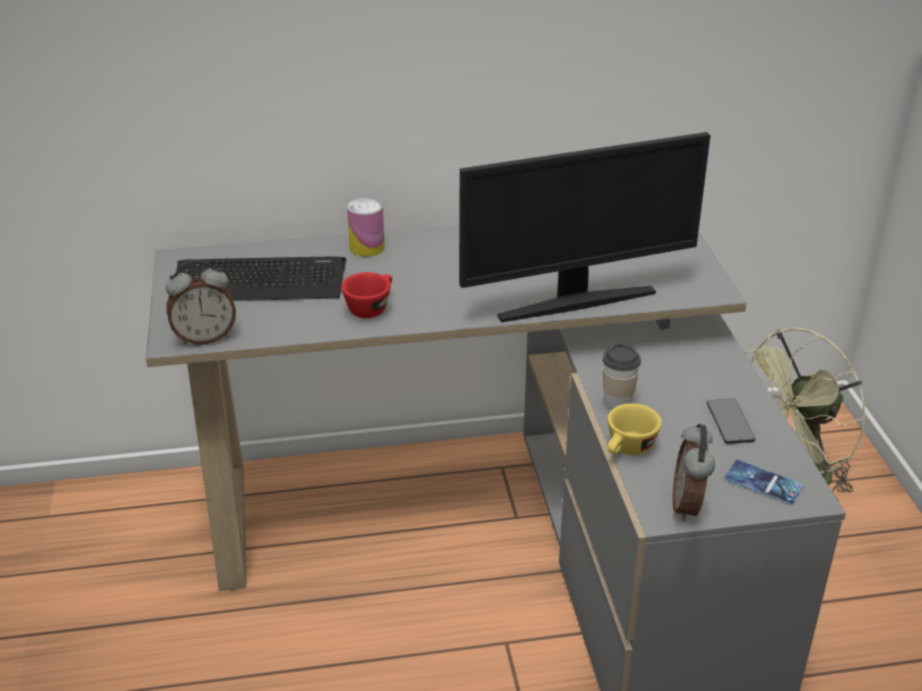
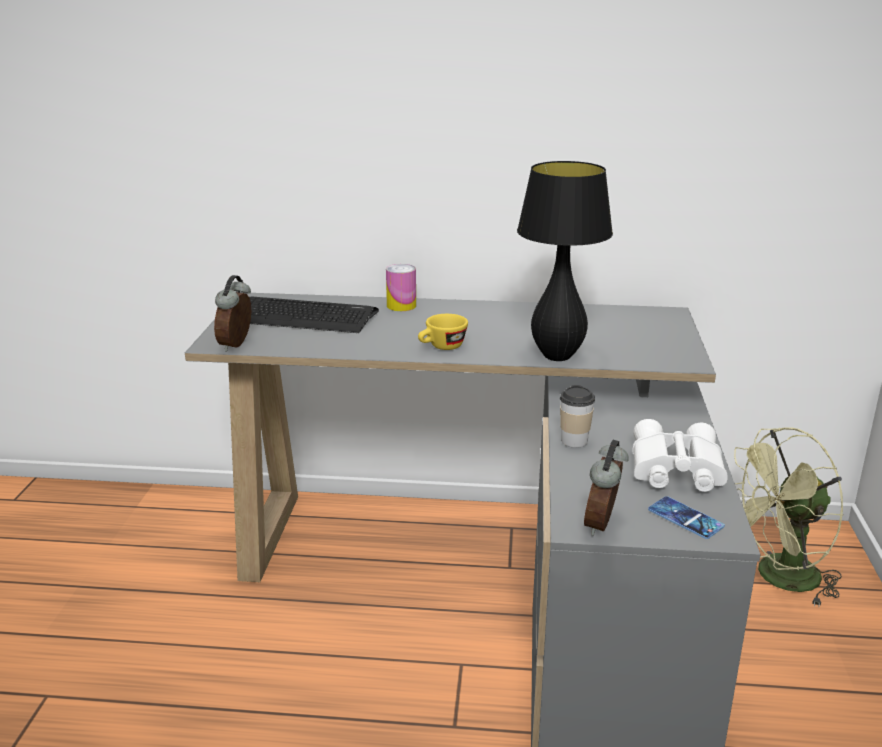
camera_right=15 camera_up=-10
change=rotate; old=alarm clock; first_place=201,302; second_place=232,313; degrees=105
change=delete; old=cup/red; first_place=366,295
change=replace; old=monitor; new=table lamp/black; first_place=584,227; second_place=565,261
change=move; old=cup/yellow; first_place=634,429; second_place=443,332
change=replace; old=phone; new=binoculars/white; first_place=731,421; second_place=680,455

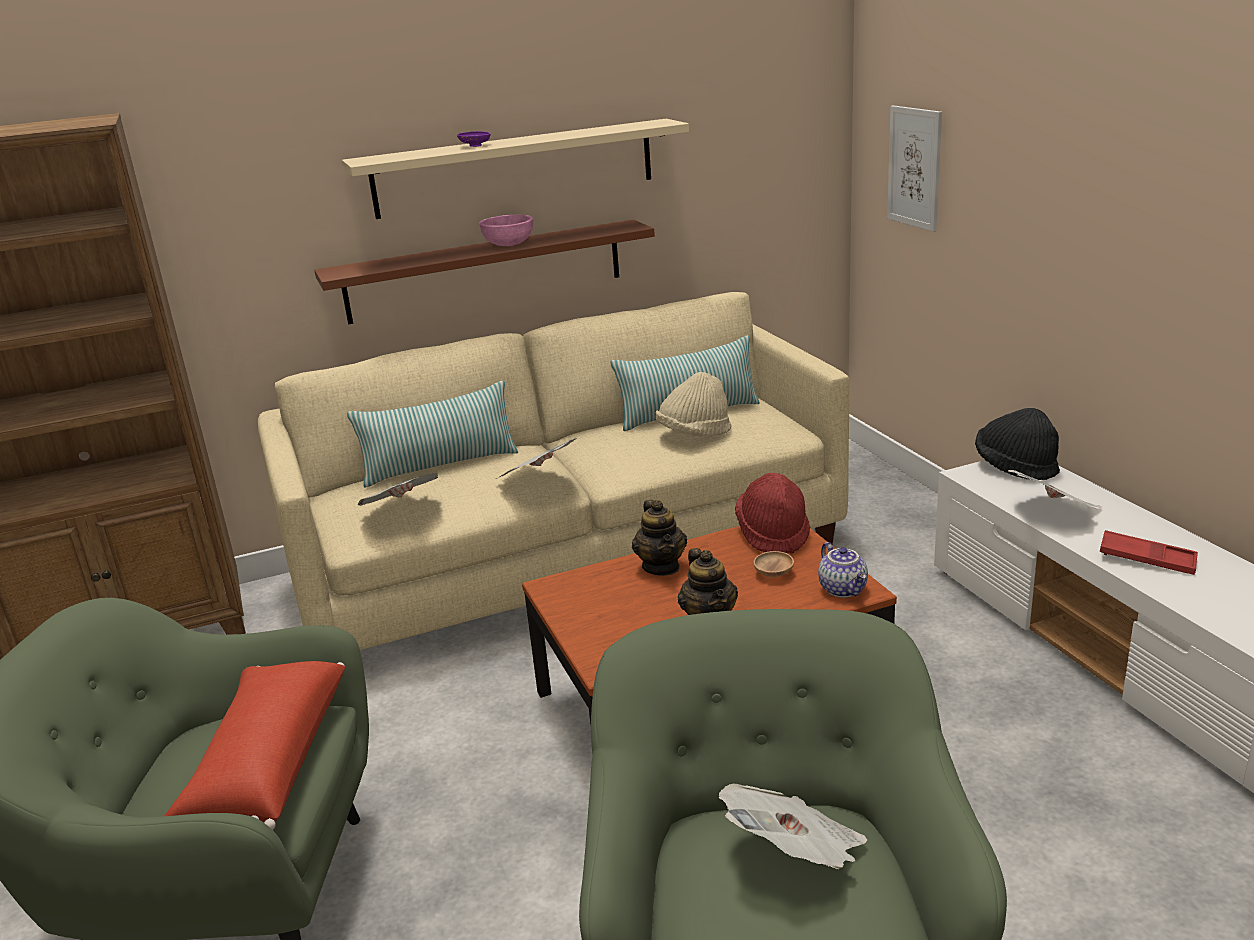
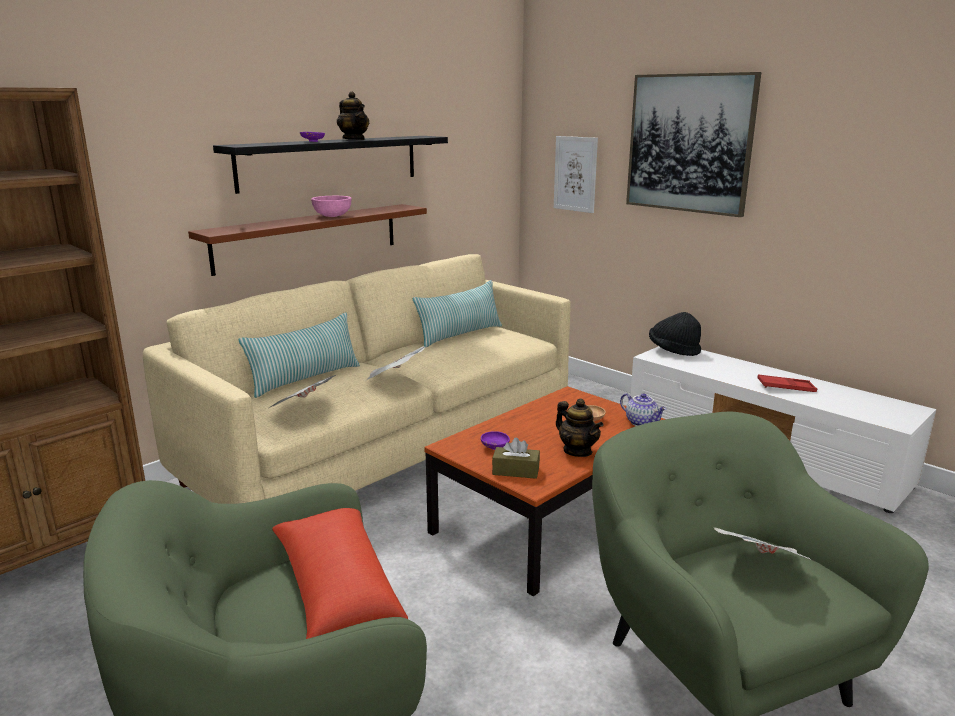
camera_right=-25 camera_up=-5
change=recolor; old=shelf/beige; new=shelf/black; first_place=515,169; second_place=330,165
change=move; old=teapot; first_place=659,538; second_place=353,115
change=delete; old=hat/beige; first_place=693,404
change=delete; old=hat/red; first_place=772,513
change=delete; old=newspaper; first_place=1055,489
change=insert; new=bowl/purple; second_place=495,440
change=insert; new=tissue box/brown; second_place=516,458
change=insert; new=picture; second_place=693,144

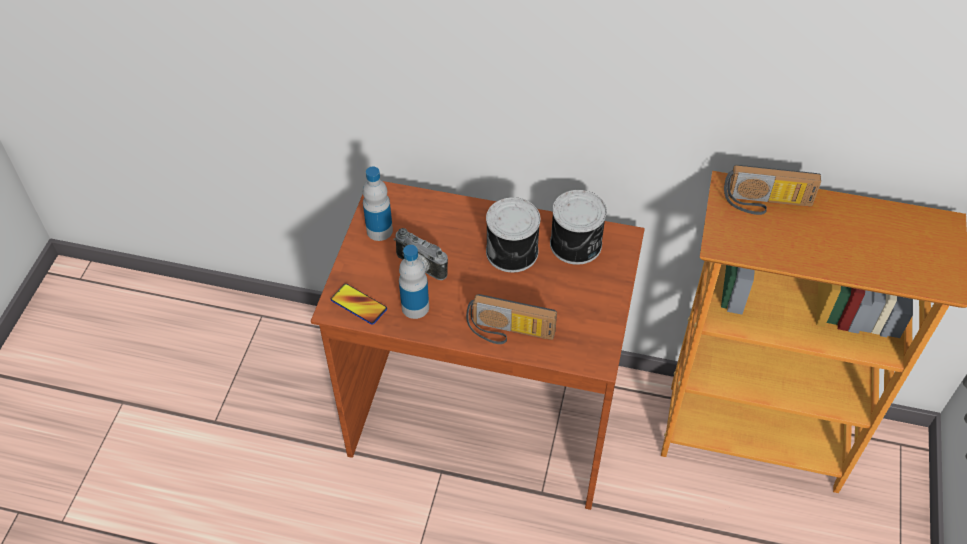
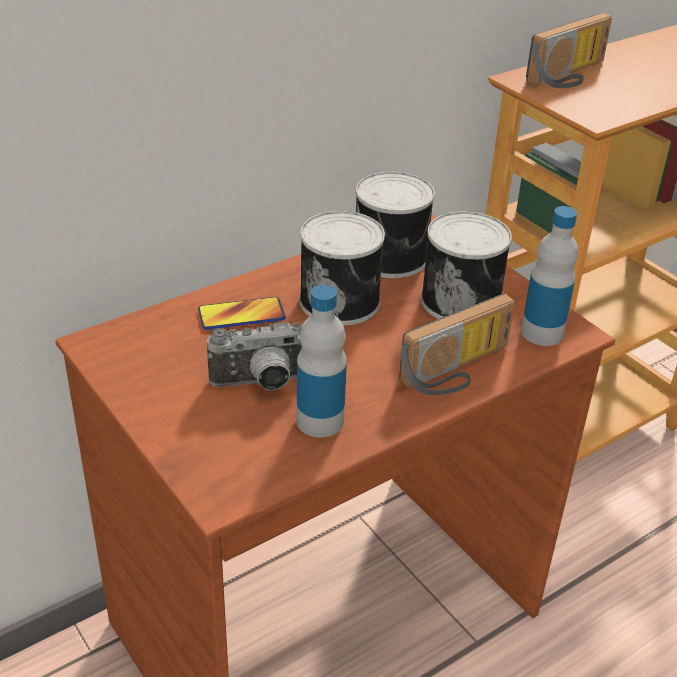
camera_right=-50 camera_up=-15
change=move; old=phone; first_place=359,304; second_place=242,313
change=move; old=bottle; first_place=378,204; second_place=549,276
change=insert; new=can; second_place=466,265

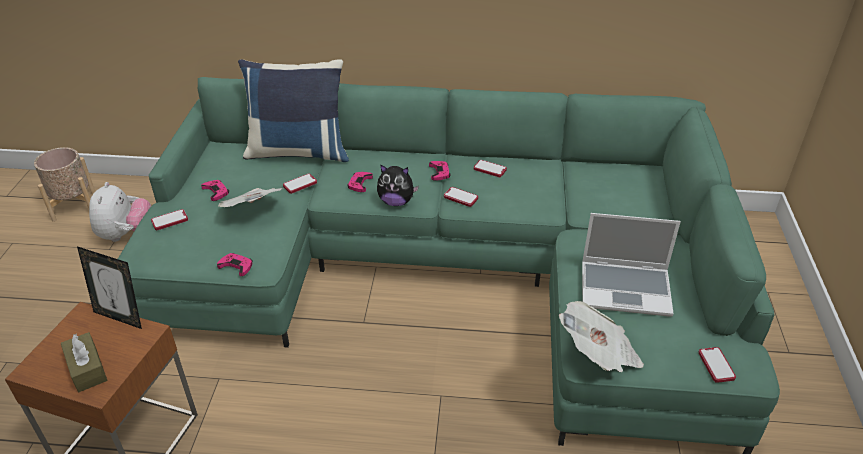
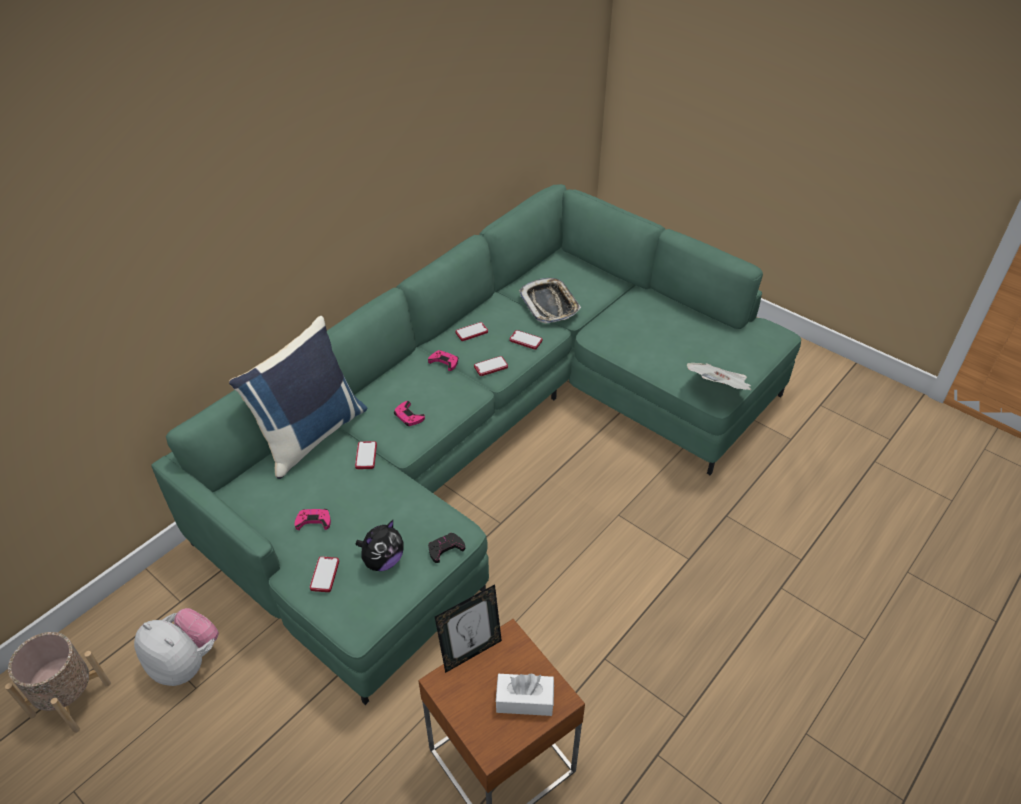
camera_right=-55 camera_up=5
change=recolor; old=tissue box/brown; new=tissue box/white; first_place=84,362; second_place=525,694
change=recolor; old=game controller/pink; new=game controller/black; first_place=235,264; second_place=446,548
change=delete; old=newspaper; first_place=250,197
change=move; old=plush toy; first_place=398,185; second_place=379,545
change=delete; old=laptop; first_place=631,264
change=move; old=phone; first_place=717,365; second_place=525,339
change=insert; new=tray; second_place=550,300

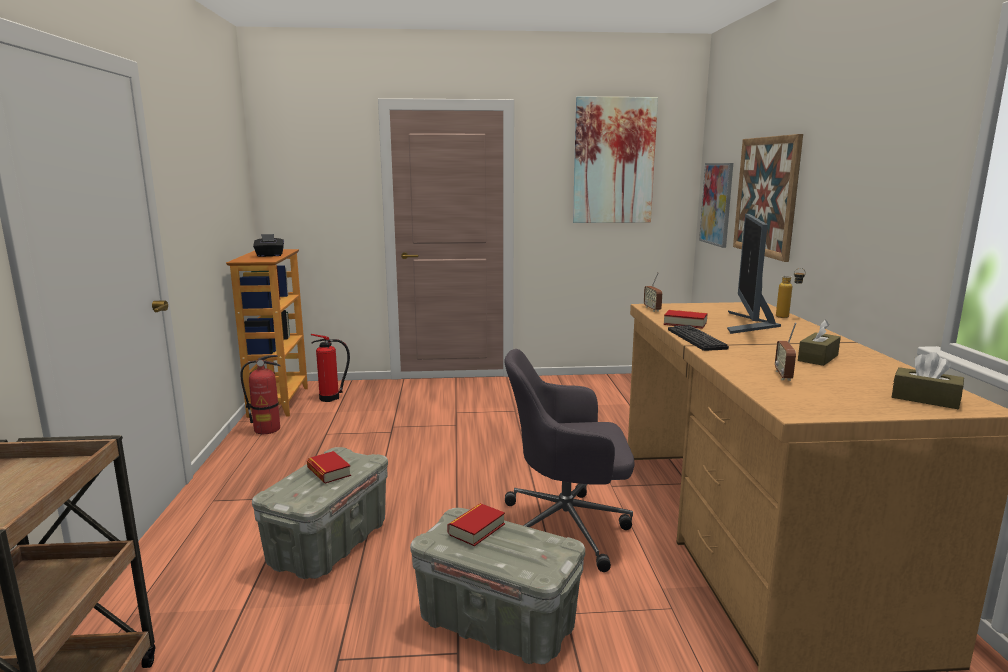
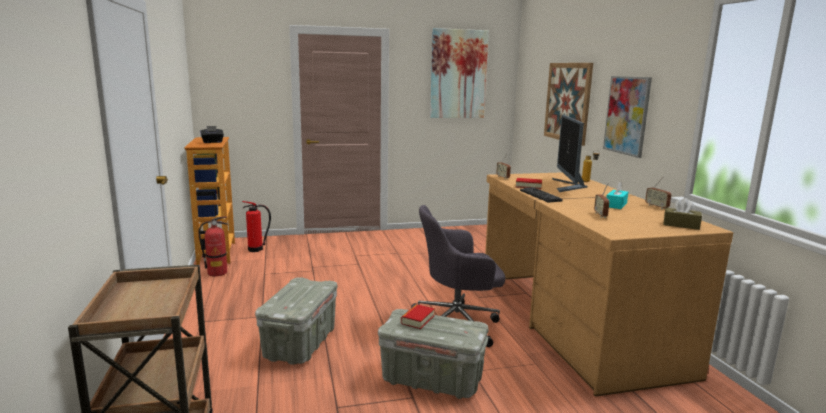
camera_right=-10 camera_up=0
change=delete; old=book; first_place=329,467
change=move; old=picture; first_place=716,205; second_place=627,117
change=recolor; old=tissue box/brown; new=tissue box/turquoise; first_place=819,343; second_place=617,195
change=insert; new=radio; second_place=658,193

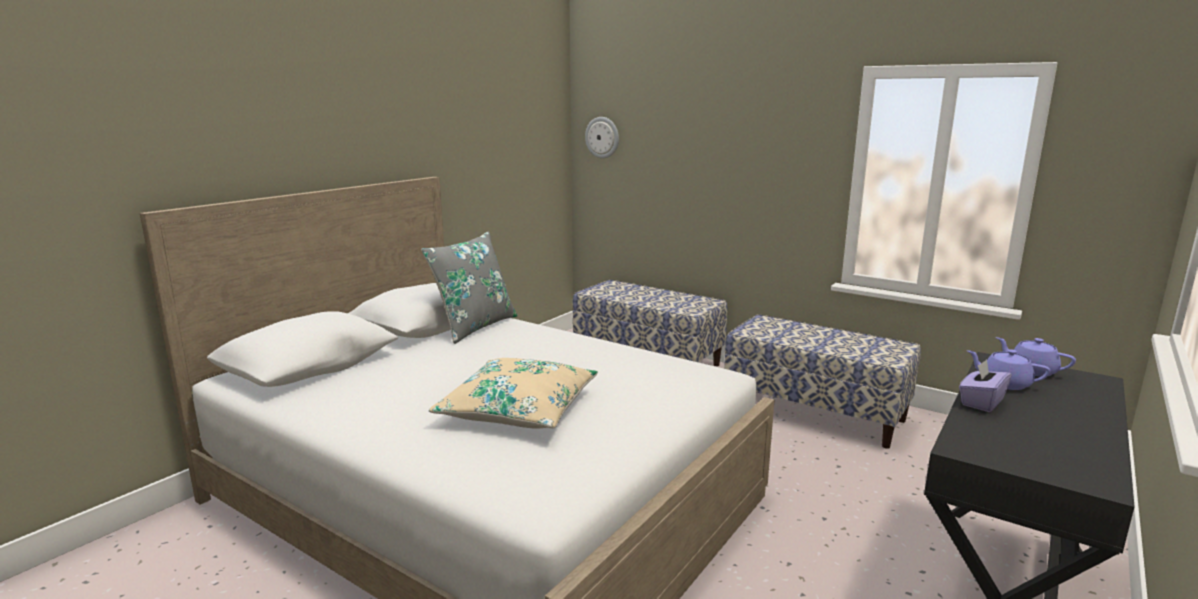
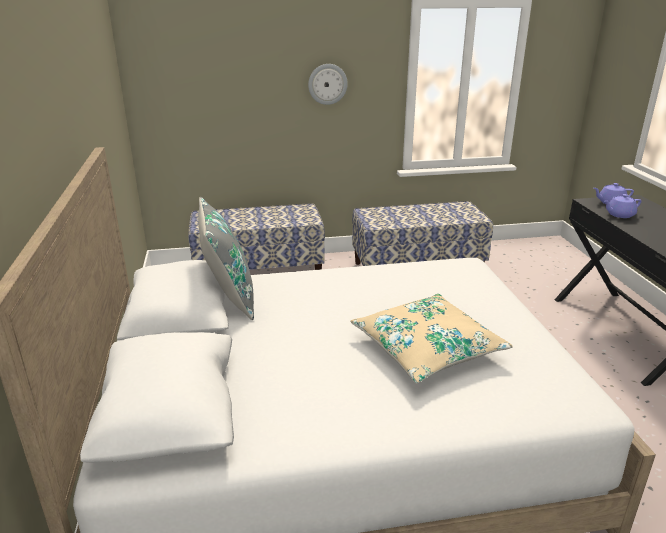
camera_right=-45 camera_up=10
change=move; old=wall clock; first_place=602,138; second_place=328,84
change=delete; old=tissue box/purple; first_place=985,385

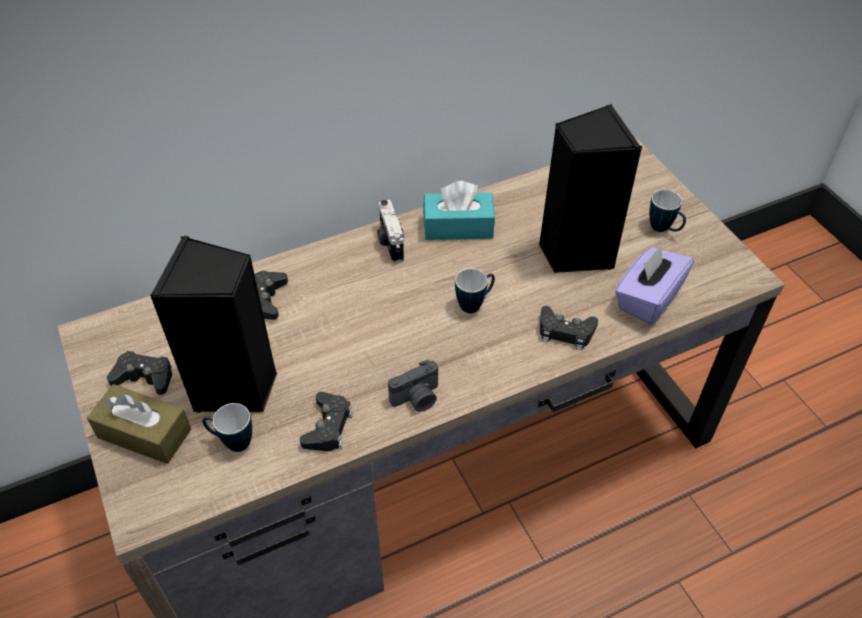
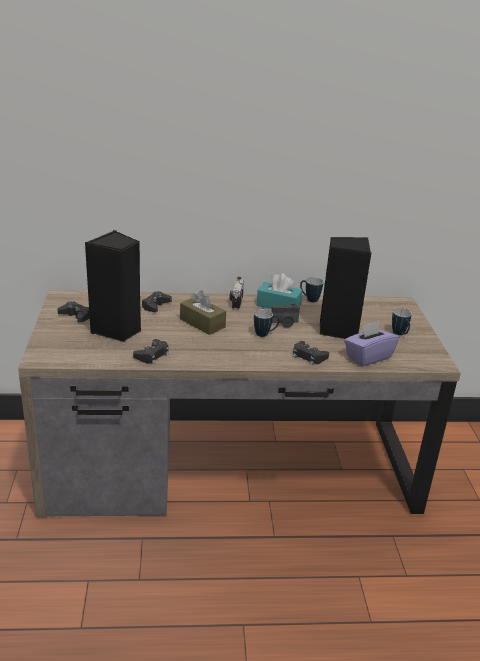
camera_right=20 camera_up=-20
change=move; old=tissue box/brown; first_place=139,424; second_place=203,313
change=move; old=mug; first_place=227,427; second_place=311,289
change=move; old=photo camera; first_place=413,386; second_place=285,315

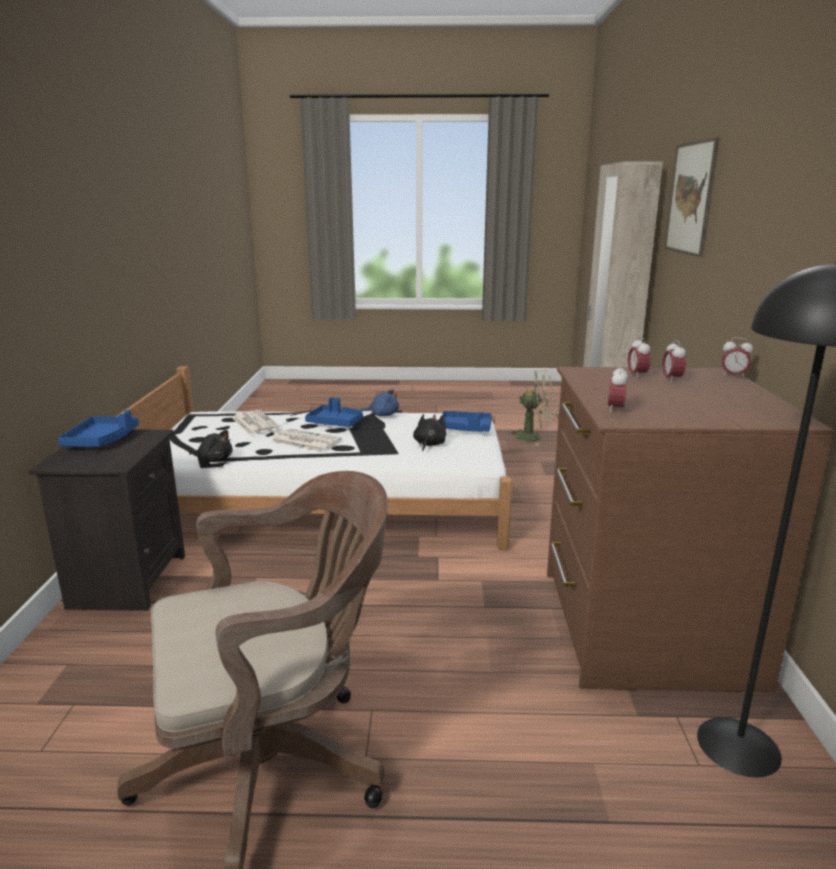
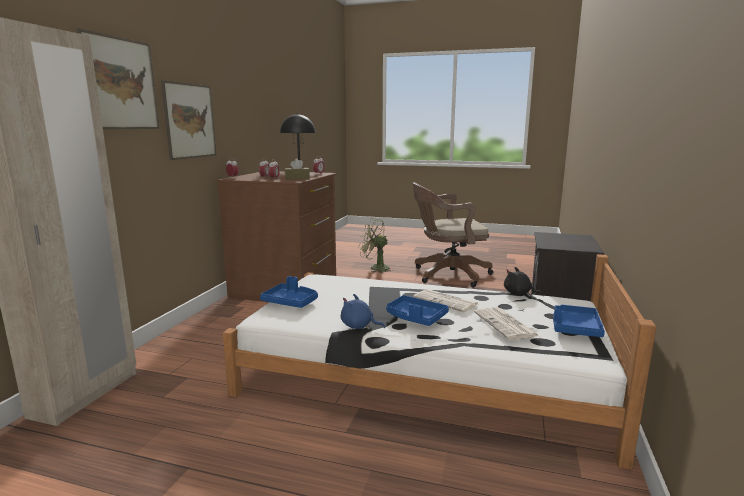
camera_right=-165 camera_up=-5
change=move; old=tray/blue; first_place=98,428; second_place=579,321
change=delete; old=plush toy/black; first_place=429,432
change=move; old=fan/green; first_place=532,407; second_place=375,245
change=insert; new=picture; second_place=189,120
change=insert; new=tissue box/brown; second_place=297,169

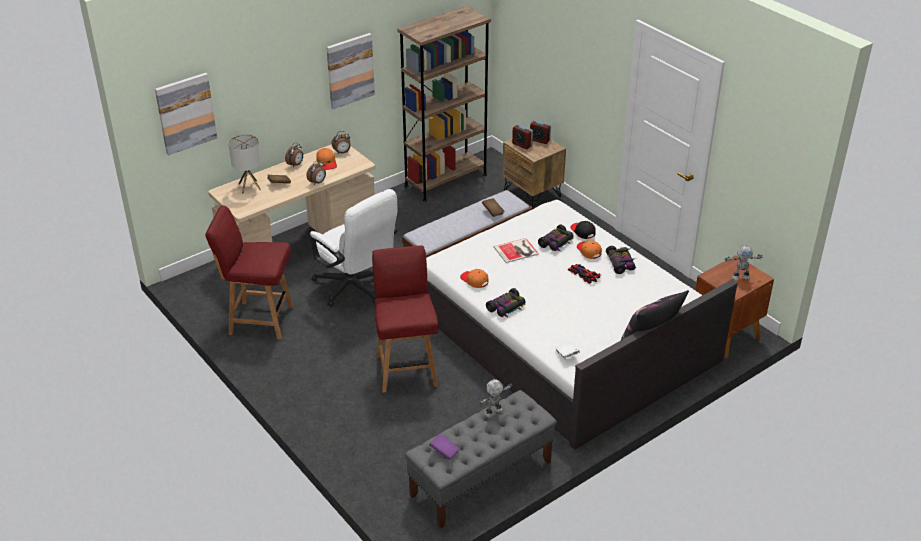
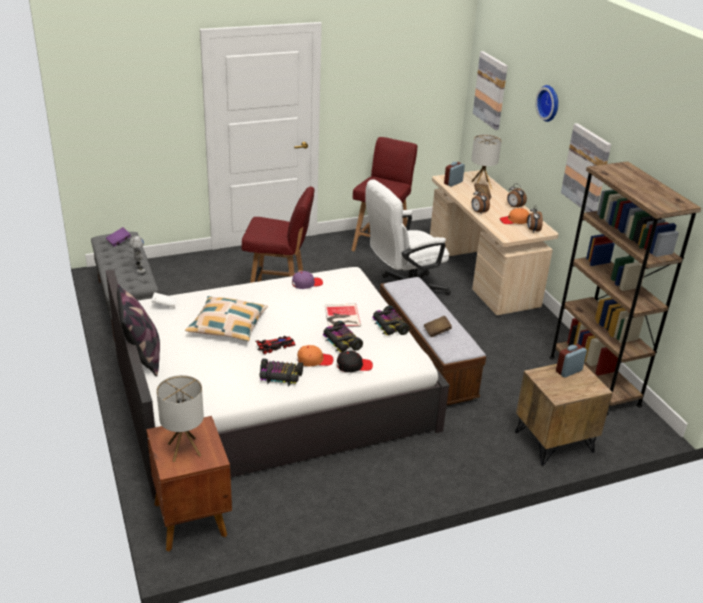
camera_right=105 camera_up=-5
change=recolor; old=cap/orange; new=cap/purple; first_place=474,278; second_place=307,280
change=move; old=toy car; first_place=506,302; second_place=391,320
change=move; old=alarm clock; first_place=540,132; second_place=454,174
change=replace; old=toy robot; new=table lamp; first_place=743,262; second_place=180,418
change=insert; new=pillow; second_place=226,319
change=insert; new=wall clock; second_place=546,103

